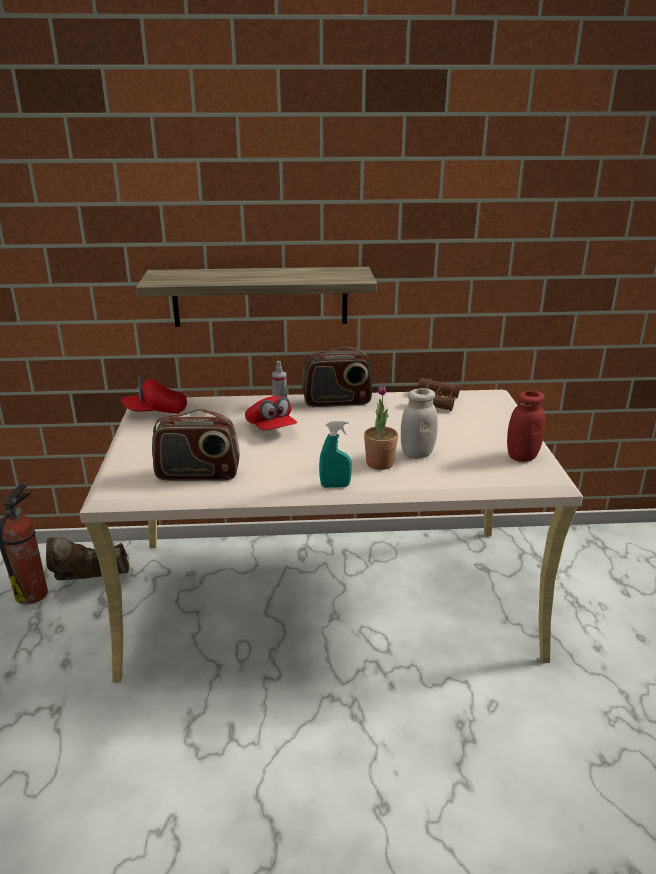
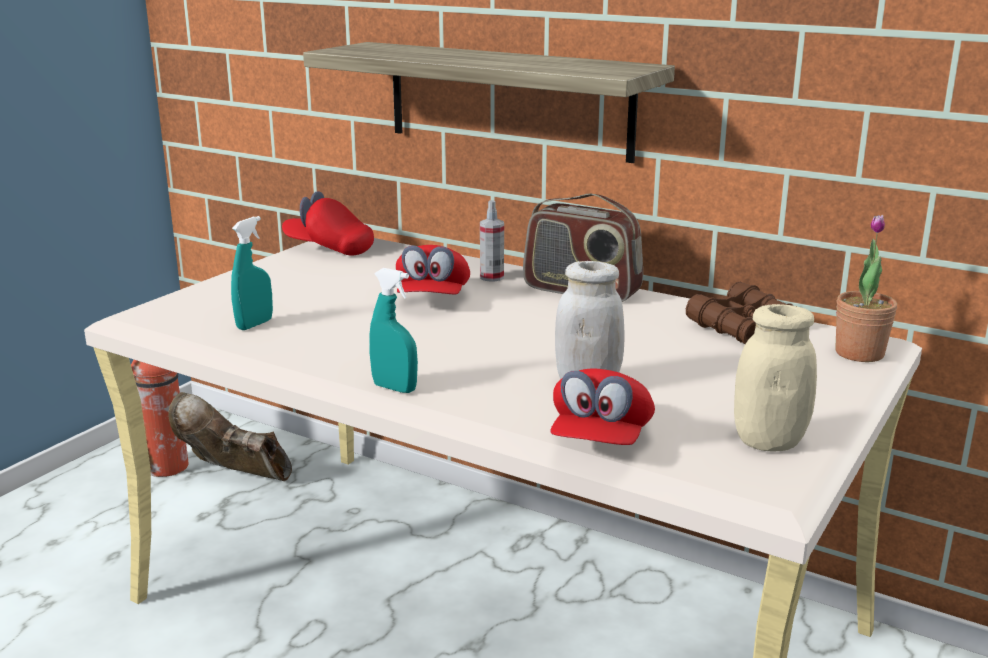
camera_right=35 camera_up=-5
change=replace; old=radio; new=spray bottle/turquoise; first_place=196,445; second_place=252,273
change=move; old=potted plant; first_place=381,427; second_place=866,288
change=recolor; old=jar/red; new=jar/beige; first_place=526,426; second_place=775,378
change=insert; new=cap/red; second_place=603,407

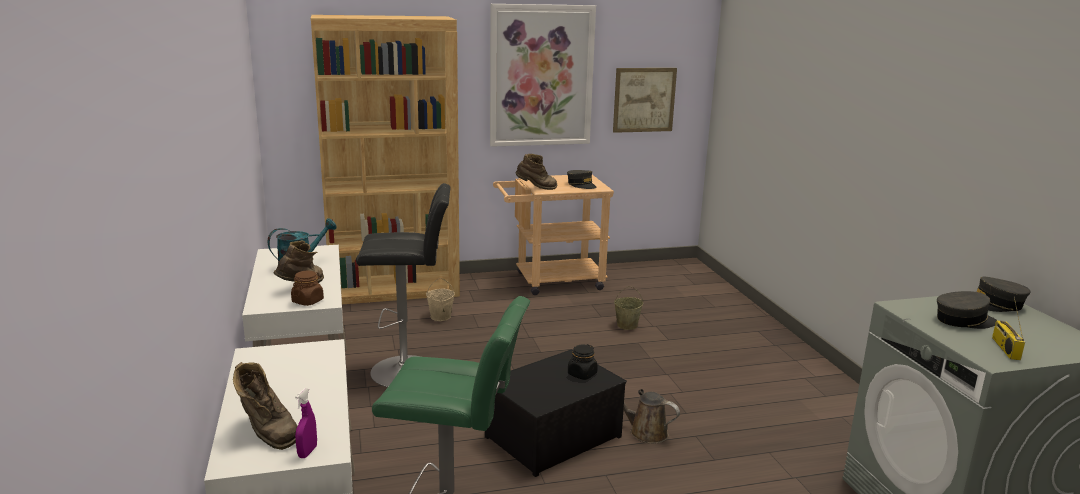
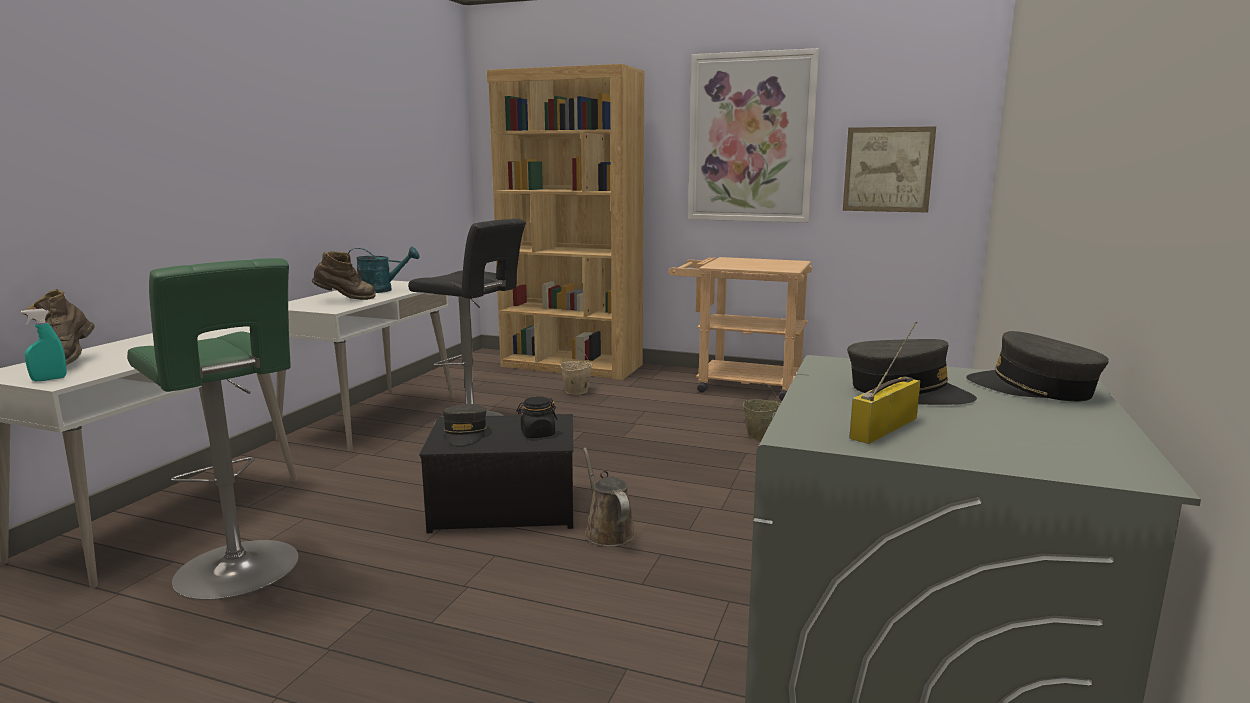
camera_right=35 camera_up=-5
change=delete; old=jar/brown; first_place=307,288
change=recolor; old=spray bottle/purple; new=spray bottle/turquoise; first_place=306,423; second_place=44,345
change=delete; old=boot/brown; first_place=536,172
change=move; old=cap/grey; first_place=582,179; second_place=465,424

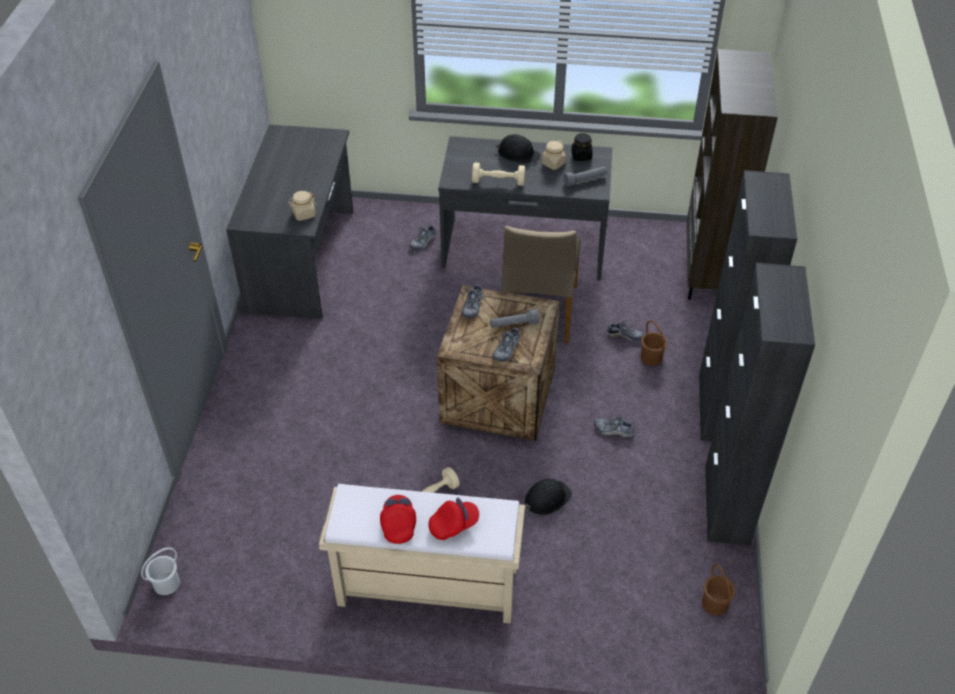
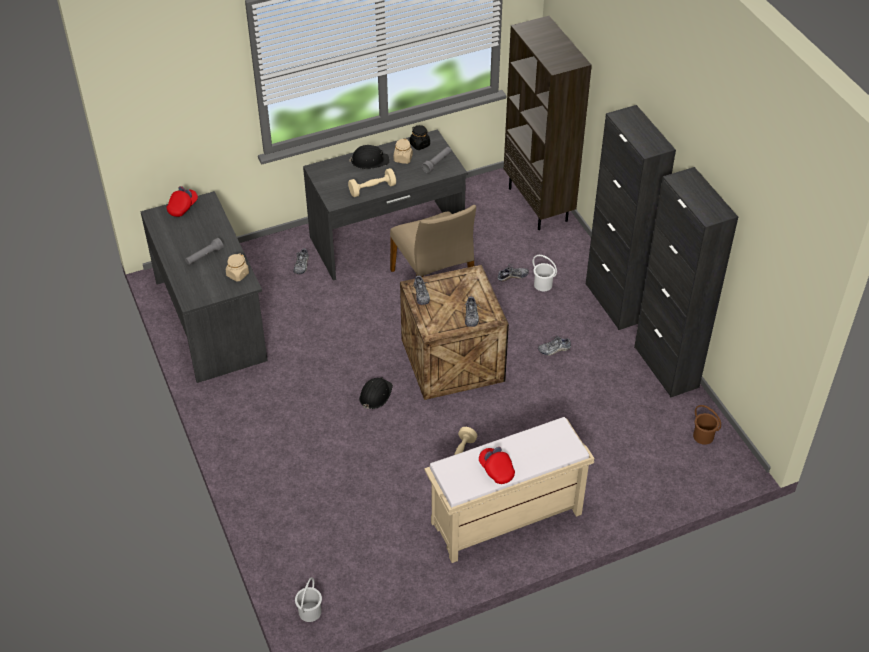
camera_right=-30 camera_up=0
change=move; old=cap/red; first_place=454,518; second_place=182,201
change=move; old=flashlight/grey; first_place=515,318; second_place=204,251
change=move; old=hard hat/black; first_place=548,497; second_place=376,393
change=recolor; old=bucket/brown; new=bucket/white; first_place=654,343; second_place=545,273

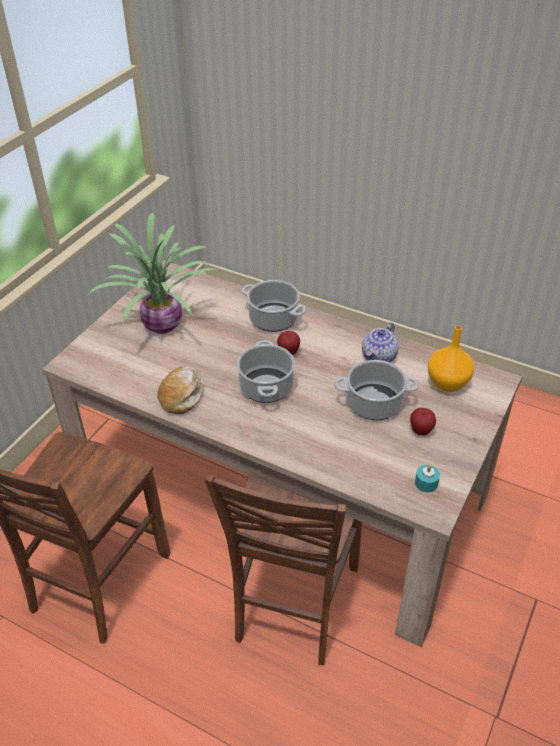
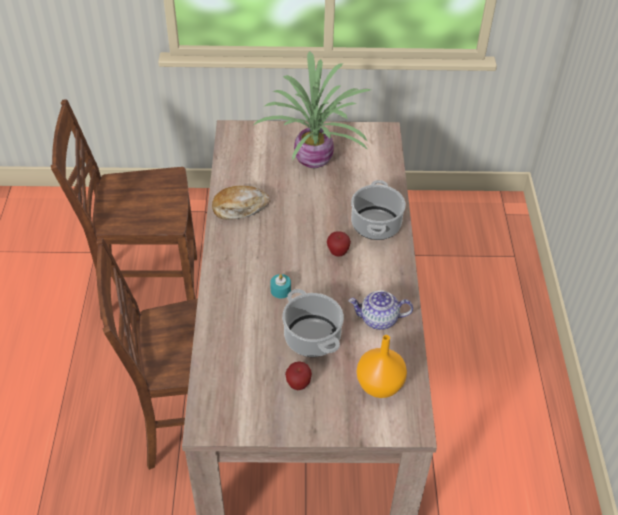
camera_right=60 camera_up=5
change=delete; old=cooking pot; first_place=266,371
change=move; old=candle/turquoise; first_place=427,478; second_place=280,286

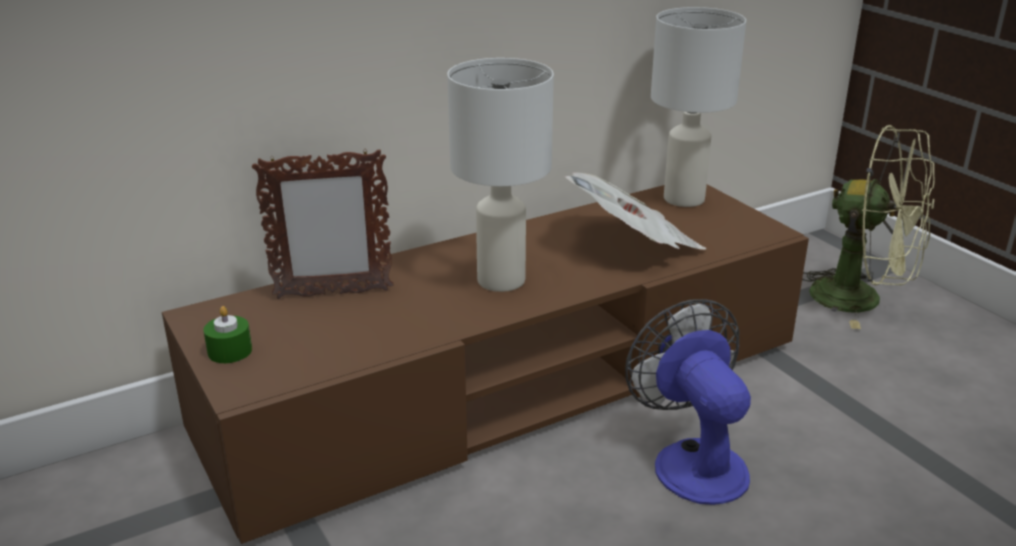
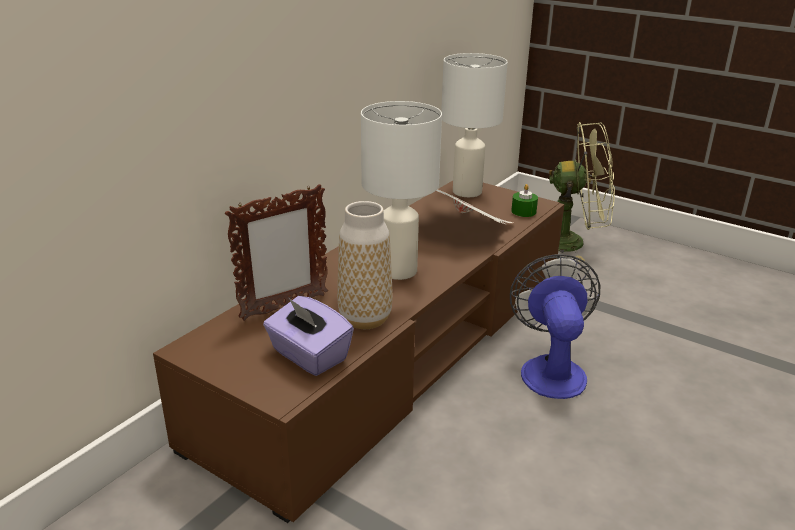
camera_right=-25 camera_up=0
change=move; old=candle/green; first_place=227,334; second_place=524,200
change=rotate; old=fan; first_place=688,402; second_place=555,326; degrees=45
change=insert; new=tissue box/purple; second_place=308,336
change=insert; new=vase; second_place=365,265

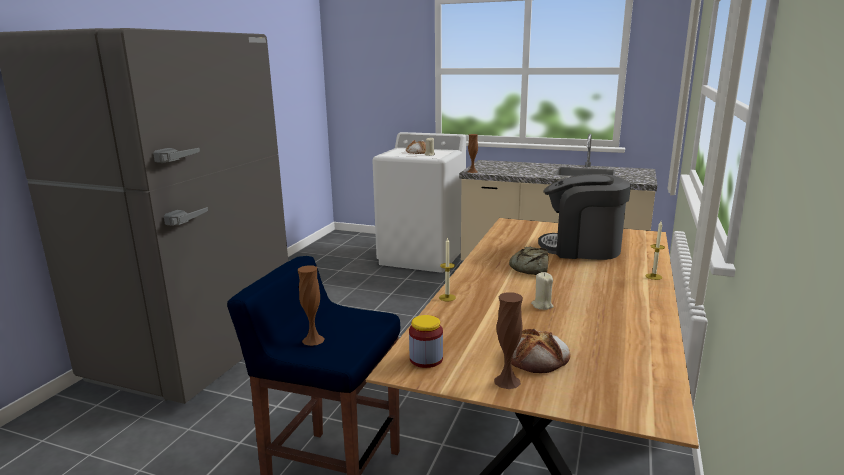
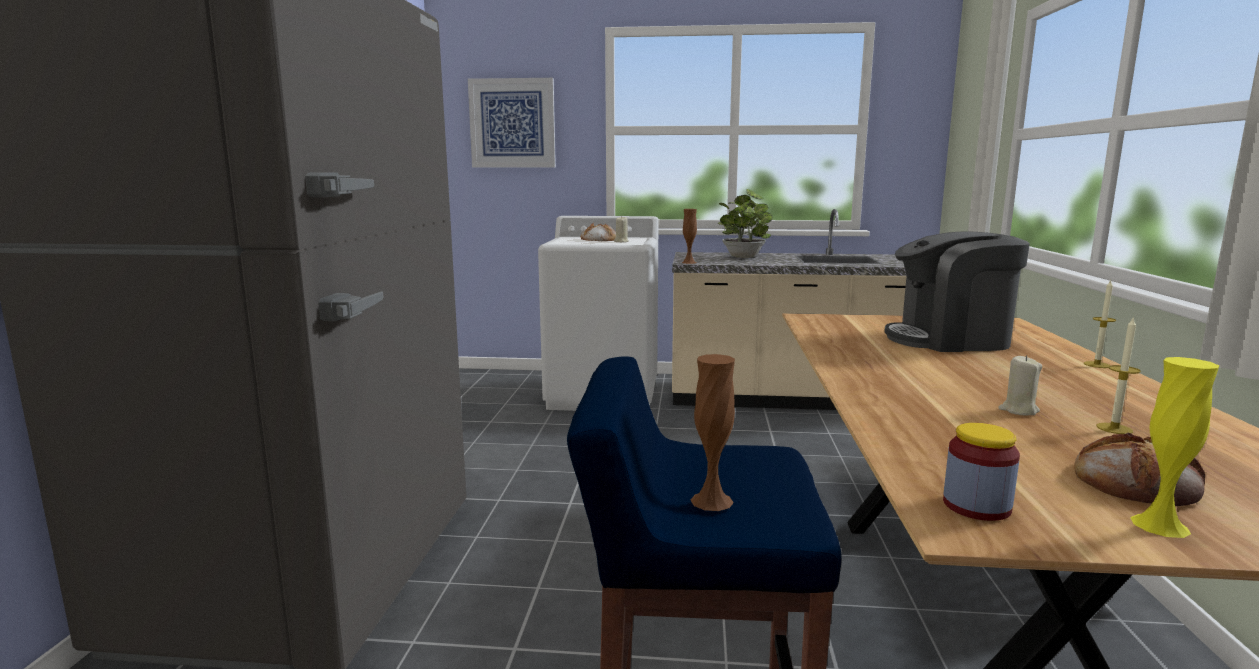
camera_right=-15 camera_up=-5
change=move; old=candle; first_place=447,269; second_place=1119,375
change=recolor; old=vase/brown; new=vase/yellow; first_place=508,340; second_place=1174,447
change=delete; old=bread; first_place=529,261
change=insert; new=picture; second_place=512,122
change=insert; new=potted plant; second_place=745,223

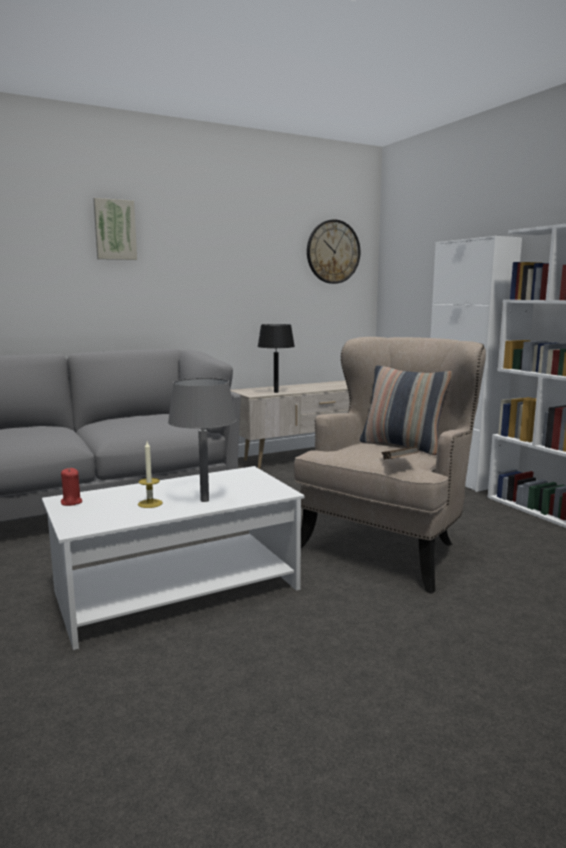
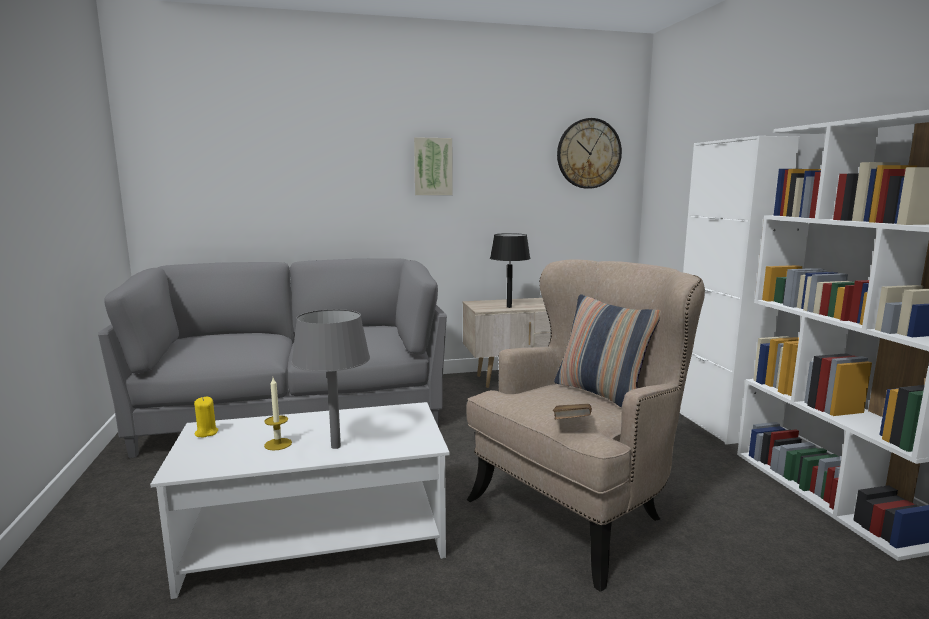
camera_right=15 camera_up=0
change=recolor; old=candle/red; new=candle/yellow; first_place=71,487; second_place=206,417
change=move; old=picture; first_place=115,229; second_place=433,166

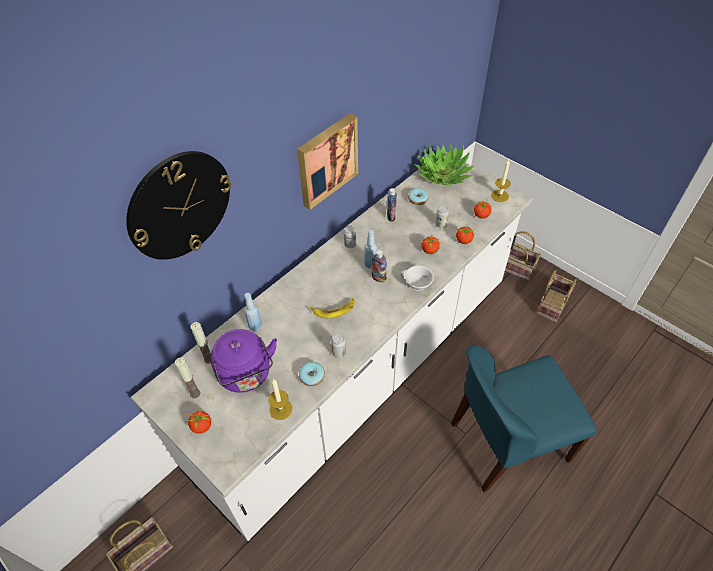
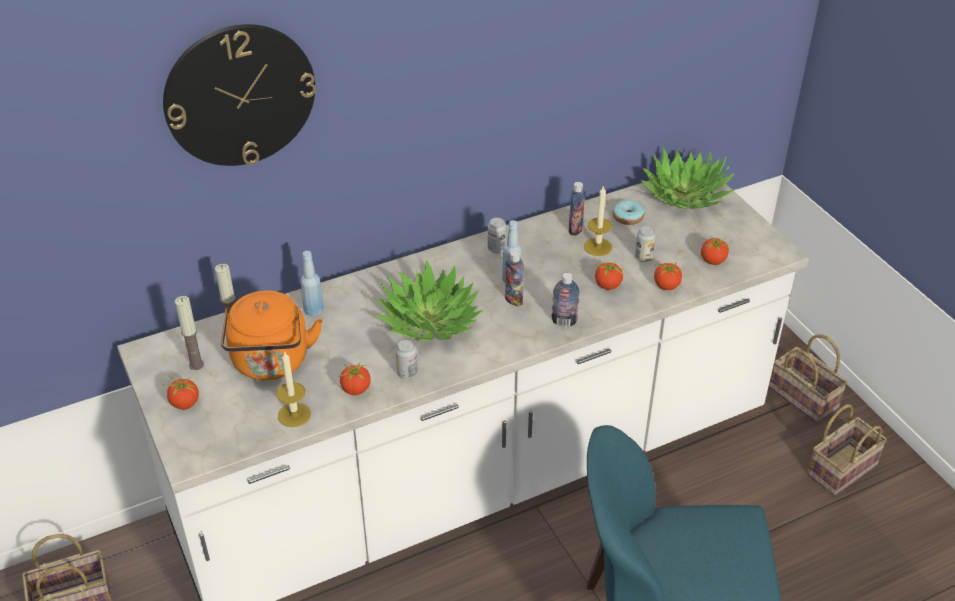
camera_right=20 camera_up=-10
change=recolor; old=kettle/purple; new=kettle/orange; first_place=244,361; second_place=272,335
change=delete; old=picture; first_place=327,161
change=replace; old=donut; new=tomato; first_place=312,374; second_place=355,378
change=replace; old=banana; new=potted plant; first_place=332,308; second_place=429,300
change=replace; old=cup/white; new=bottle; first_place=417,278; second_place=566,300
change=move; old=candle; first_place=501,181; second_place=598,220

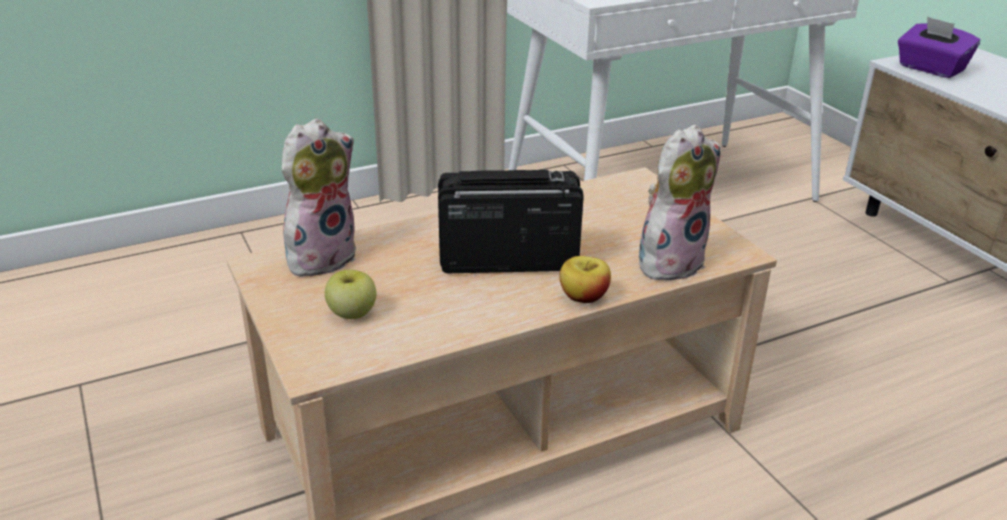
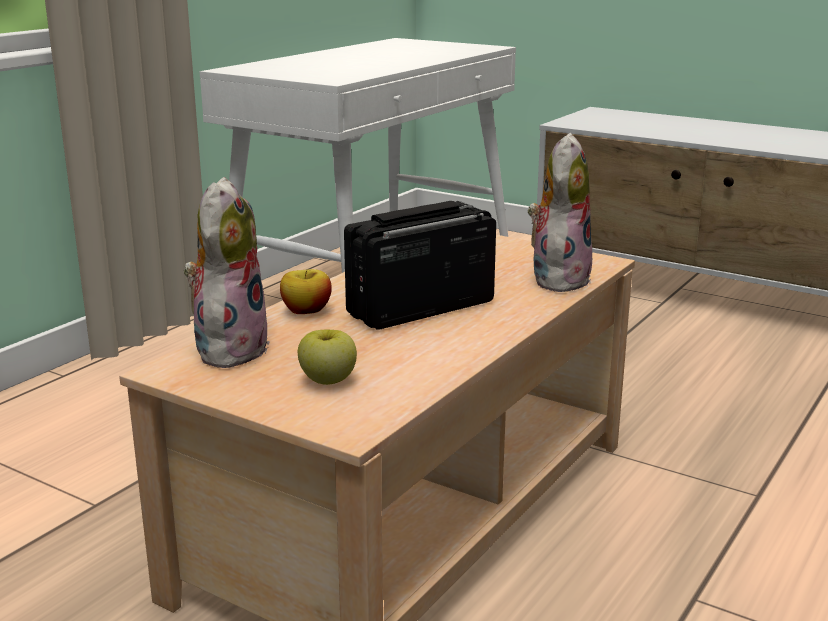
camera_right=-30 camera_up=-10
change=move; old=apple; first_place=585,279; second_place=306,291
change=delete; old=tissue box/purple; first_place=939,47

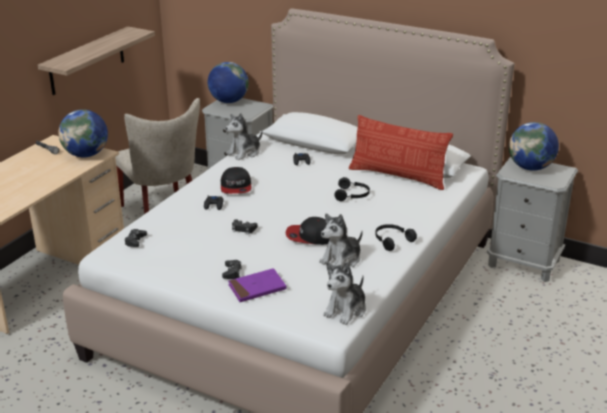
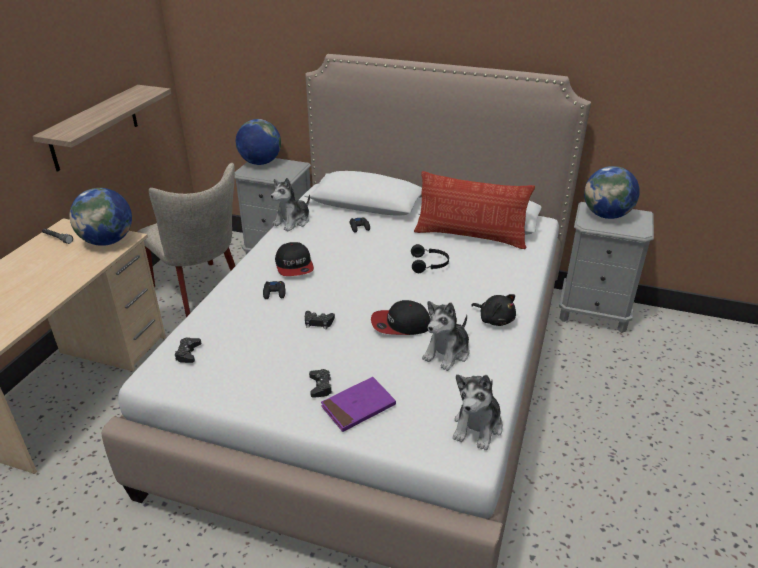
camera_right=-10 camera_up=5
change=replace; old=headphones/black; new=plush toy/black; first_place=396,237; second_place=493,310

